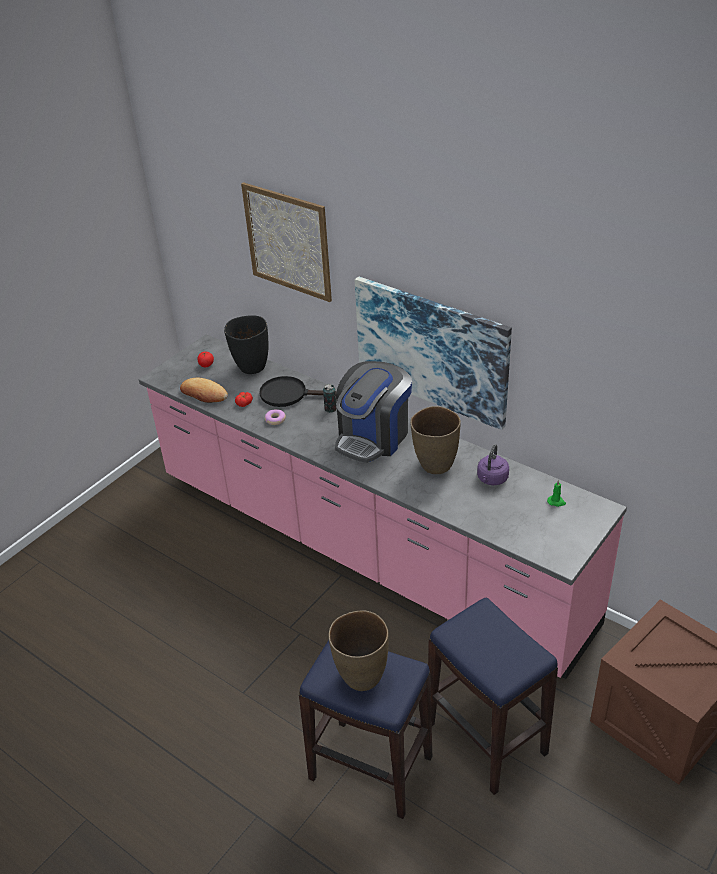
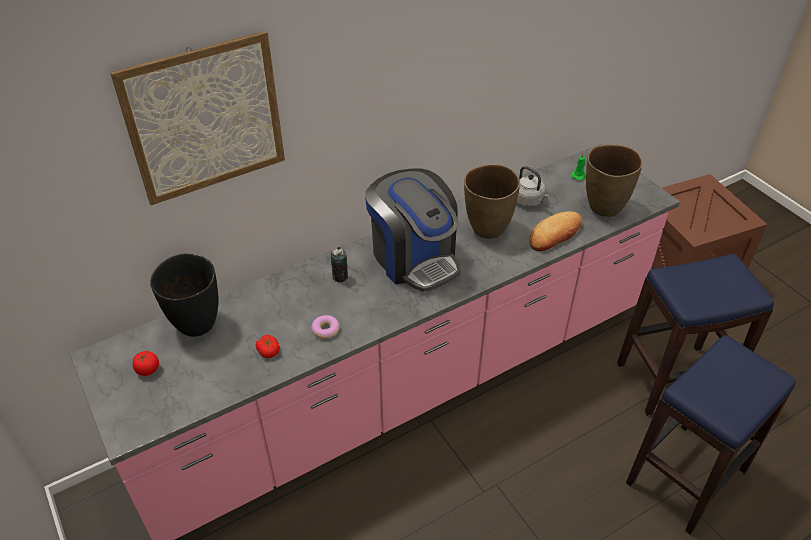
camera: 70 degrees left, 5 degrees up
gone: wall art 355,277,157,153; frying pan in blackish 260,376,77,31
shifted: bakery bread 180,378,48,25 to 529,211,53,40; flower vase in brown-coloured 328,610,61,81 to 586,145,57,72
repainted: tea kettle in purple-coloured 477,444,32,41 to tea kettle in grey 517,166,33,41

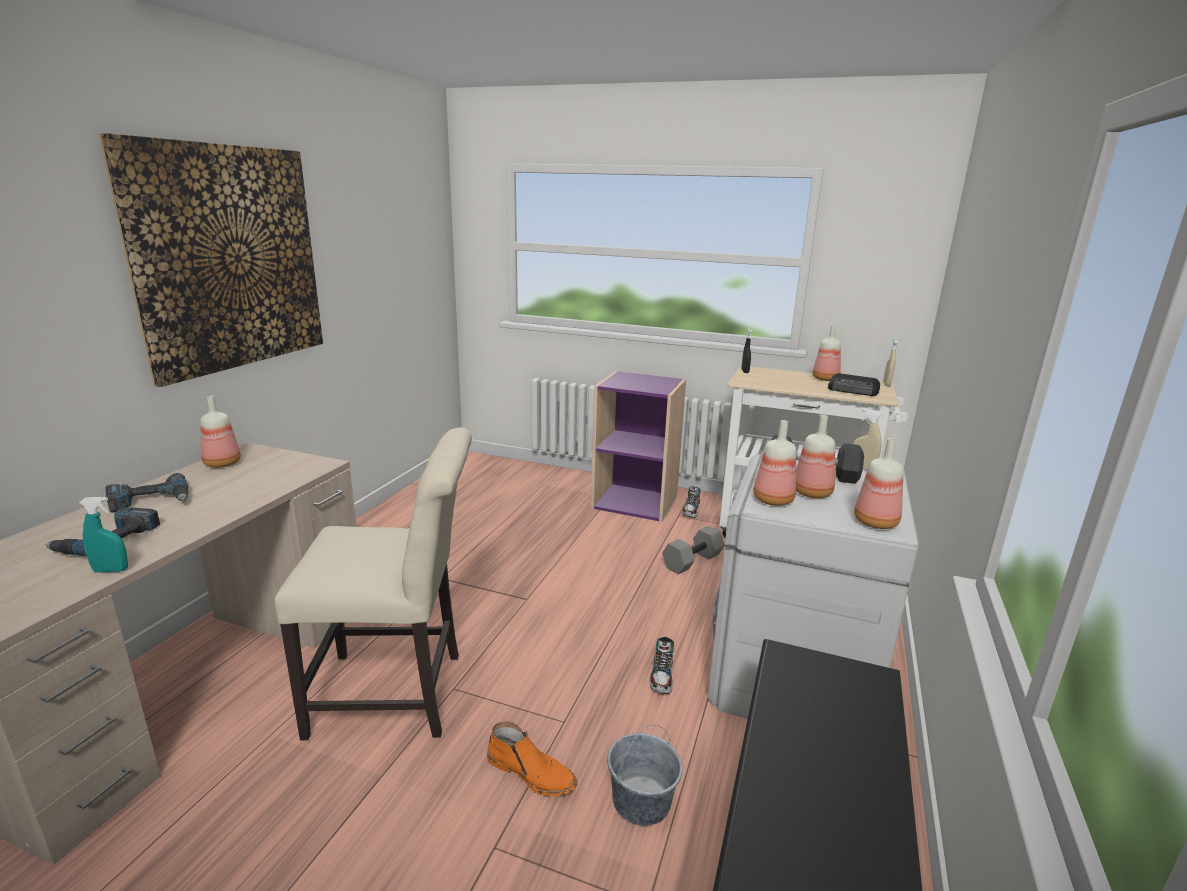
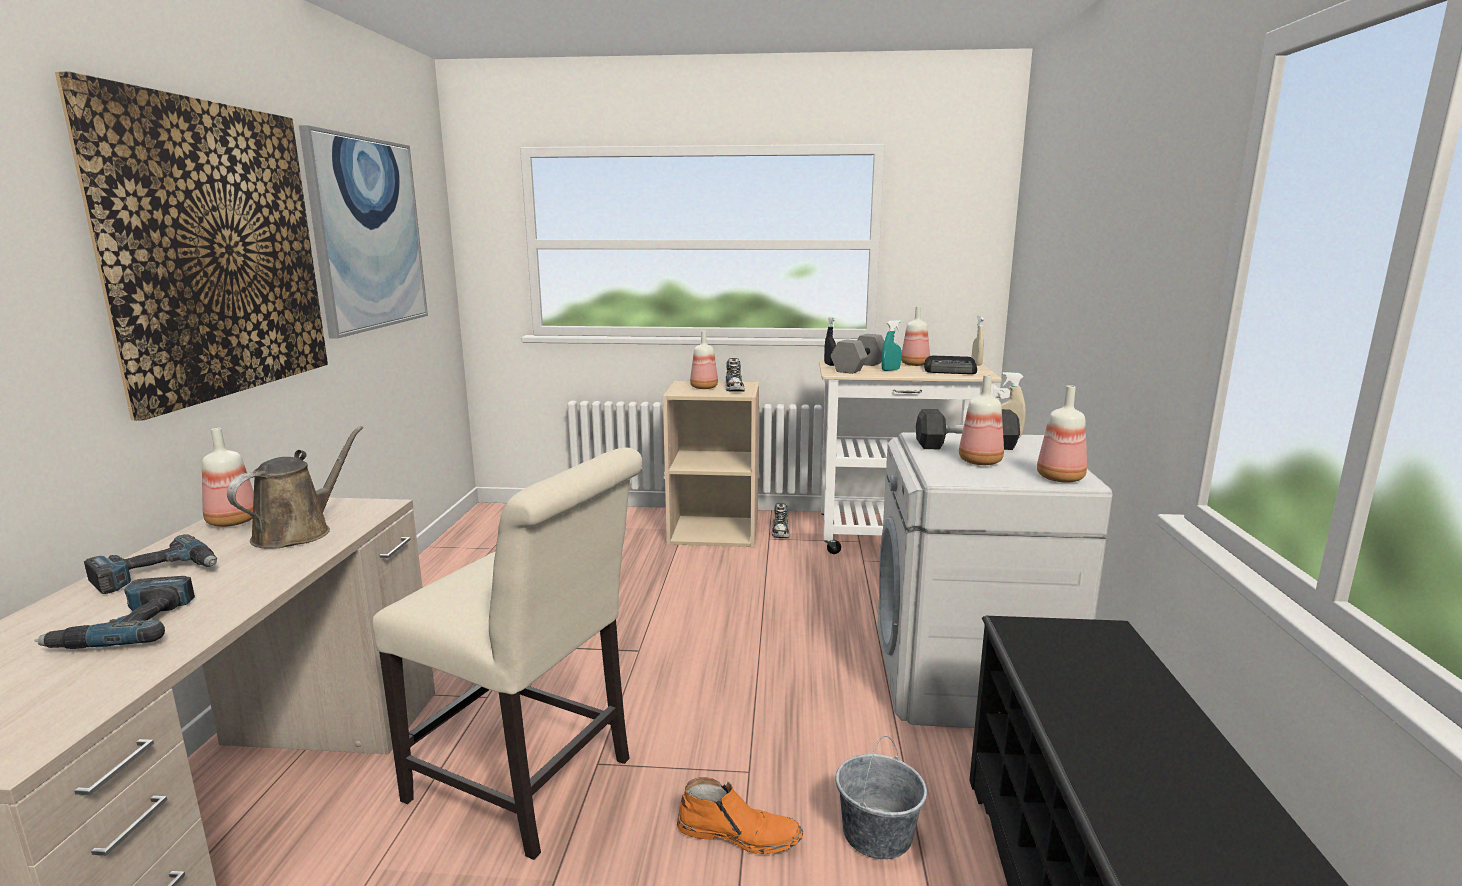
camera: 15 degrees left, 5 degrees down
new: wall art 299,125,129,214; sprinkling can in brown-coloured 227,426,136,123
shifted: beverage bottle 753,420,43,86 to 690,331,28,58; sprayer in blue-green 79,497,49,76 to 881,320,21,51; free weight in grey 662,526,63,48 to 831,334,53,40; shoe 649,637,25,57 to 726,358,19,33
repainted: bookcase in purple-coloured 591,371,95,151 to bookcase in beige-coloured 663,381,96,166
rotated: upright chair in beige-coloured 275,427,197,314 = 372,448,270,412 45 degrees clockwise

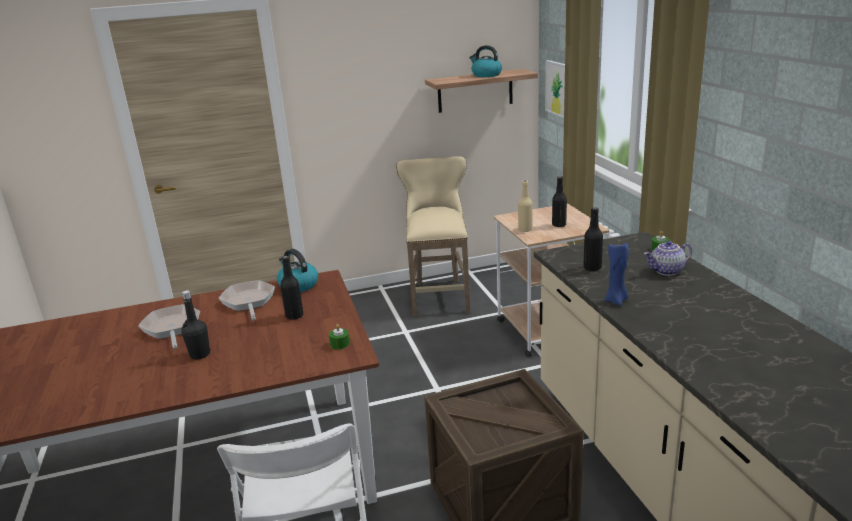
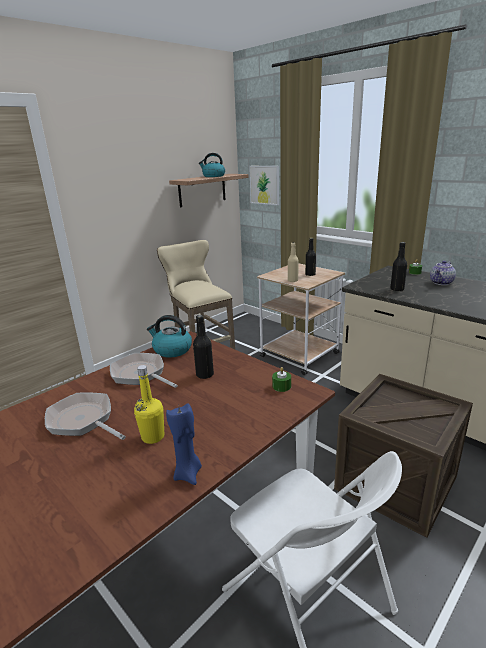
camera: 30 degrees left, 0 degrees up
shifted: candle in bluish 604,243,25,63 to 166,403,36,82
repainted: beverage bottle in blackish 182,290,28,69 to beverage bottle in yellow-coloured 134,365,30,79

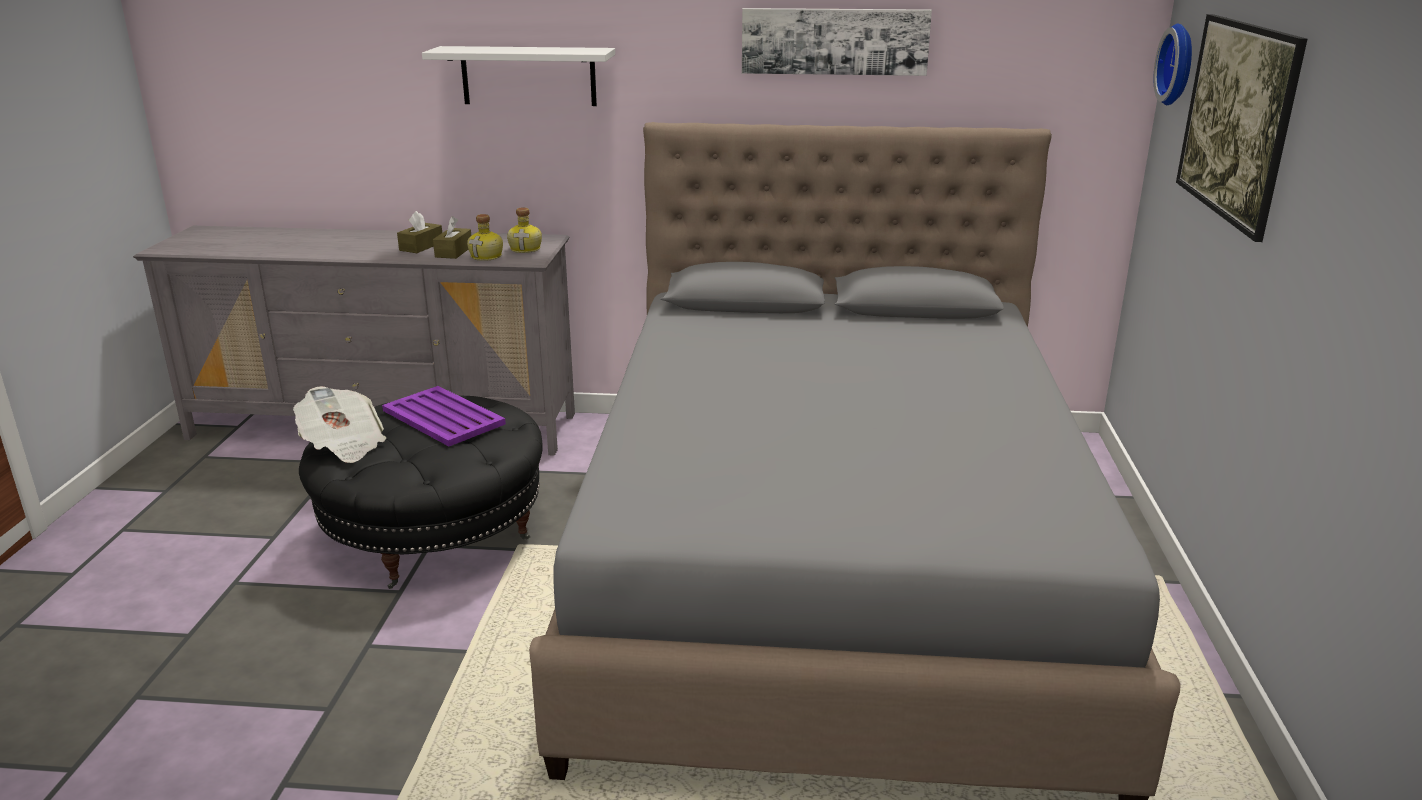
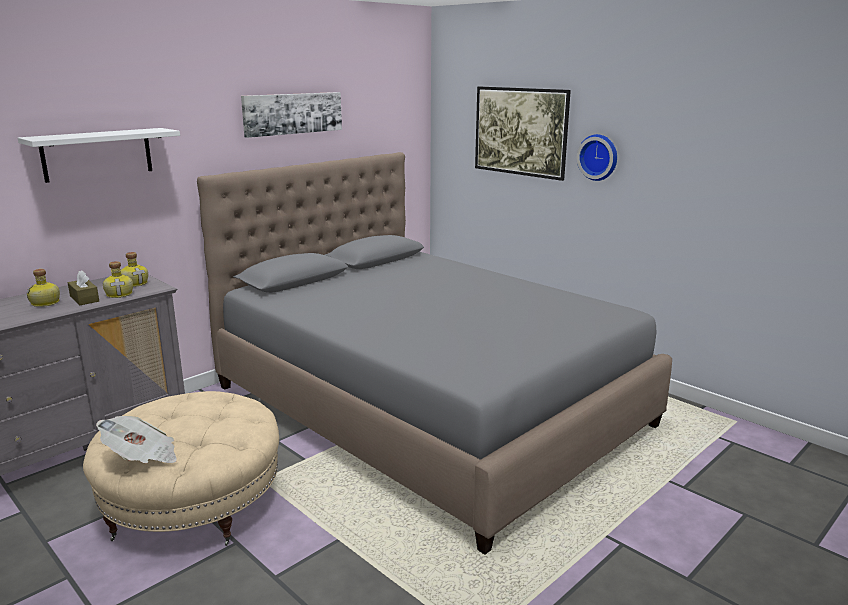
camera: 50 degrees left, 5 degrees down
gone: tray in purple-coloured 382,386,124,60
shifted: hanging clock 1154,24,38,81 to 577,134,40,47
swapped: box of tissues in brown-coloured 397,211,45,42 to beverage bottle 27,269,33,38
repainted: pouffe in blackish 299,395,244,194 to pouffe in beige-coloured 83,391,196,155

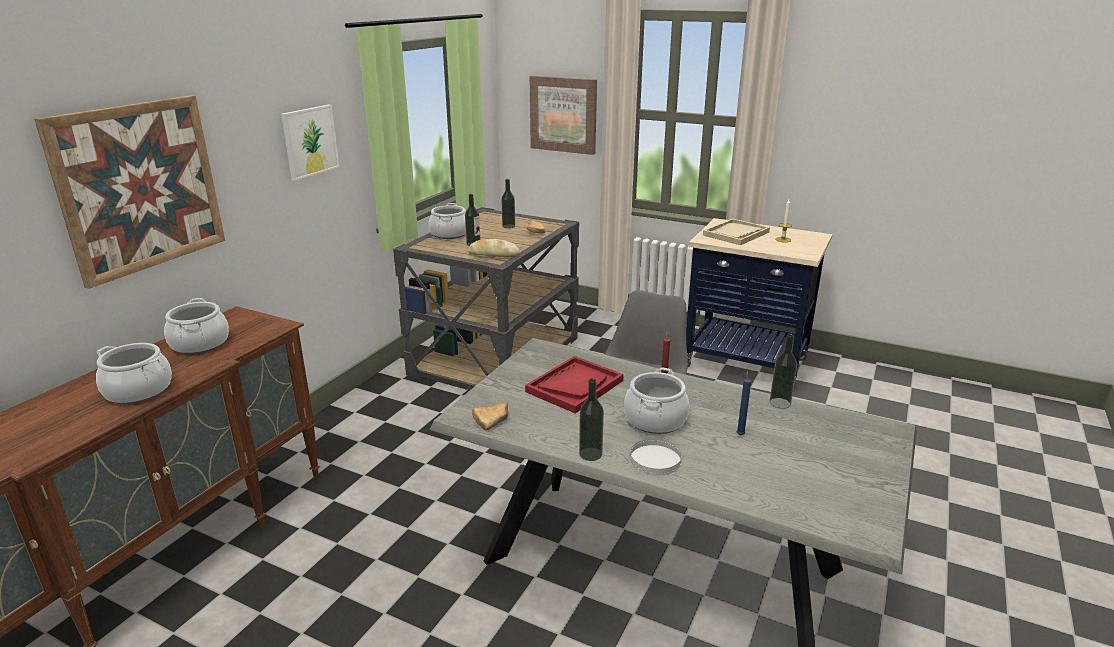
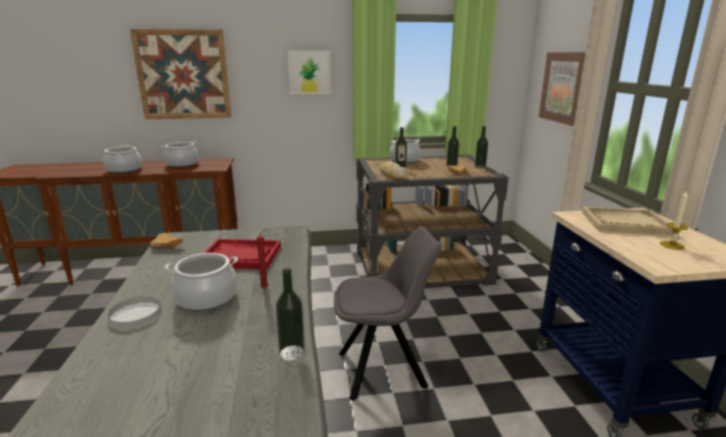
camera: 55 degrees right, 5 degrees down
gone: candle in bluish 736,370,15,66
shifted: beverage bottle 579,378,25,83 to 475,126,13,42

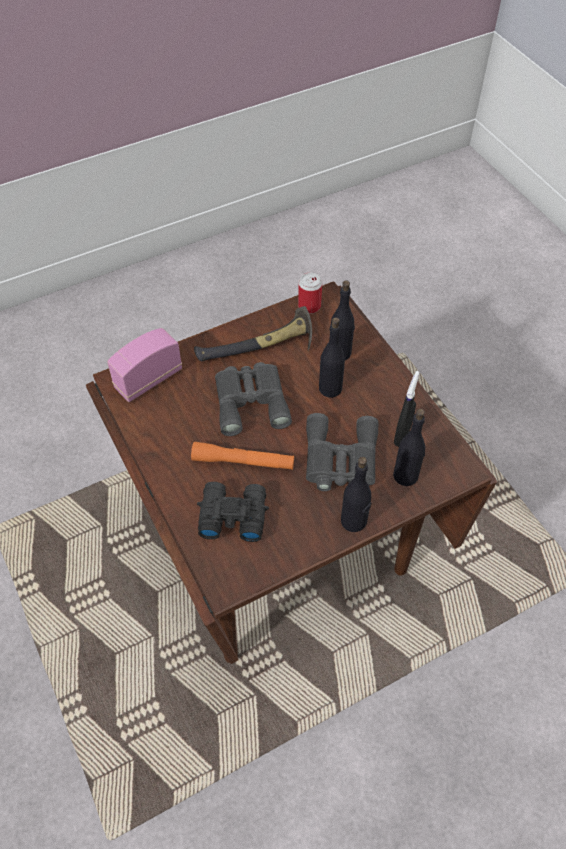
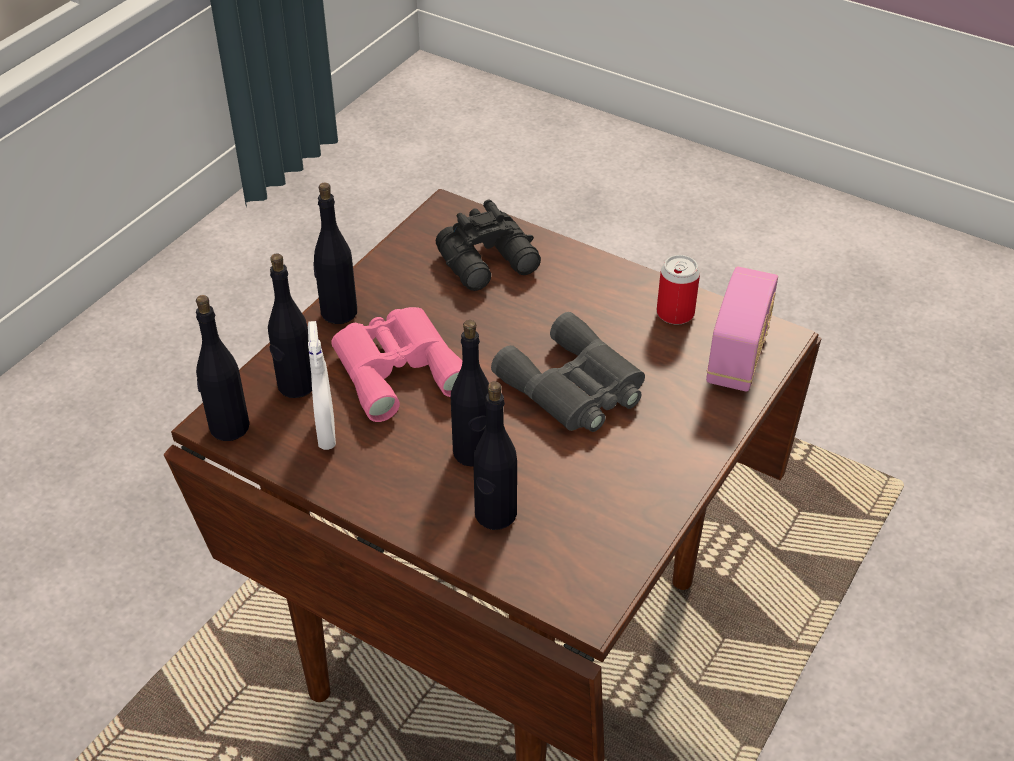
camera: 150 degrees right, 10 degrees down
gone: hand hammer 194,306,118,55; torch in orange-coloured 191,442,103,28
new: beverage bottle in blackish 196,295,54,146
shifted: metal can 298,272,24,42 to 657,255,43,69
repainted: sprayer in blackish 394,371,25,76 to sprayer in white 308,321,28,129; pair of binoculars in grey 306,413,72,78 to pair of binoculars in pink-coloured 331,307,131,115

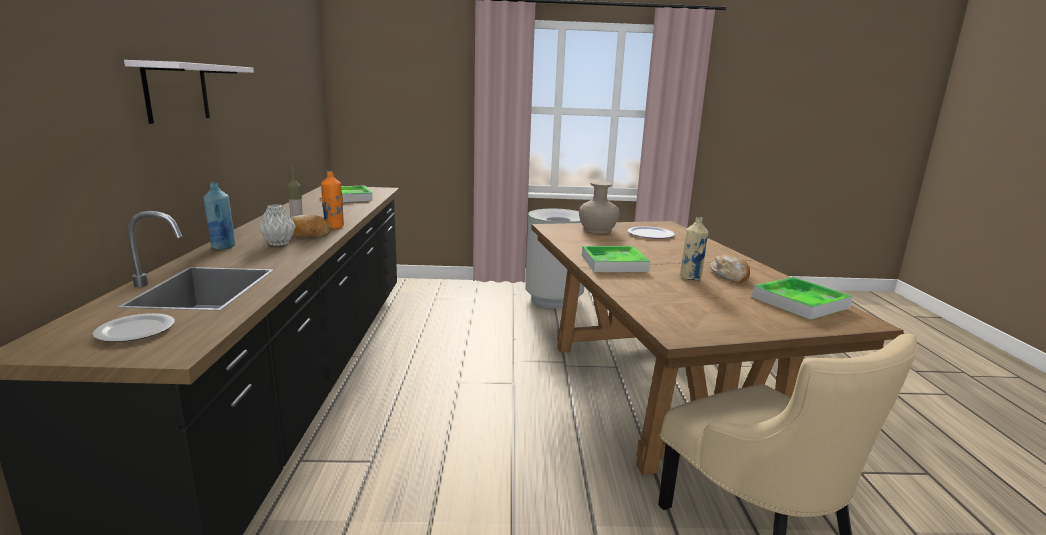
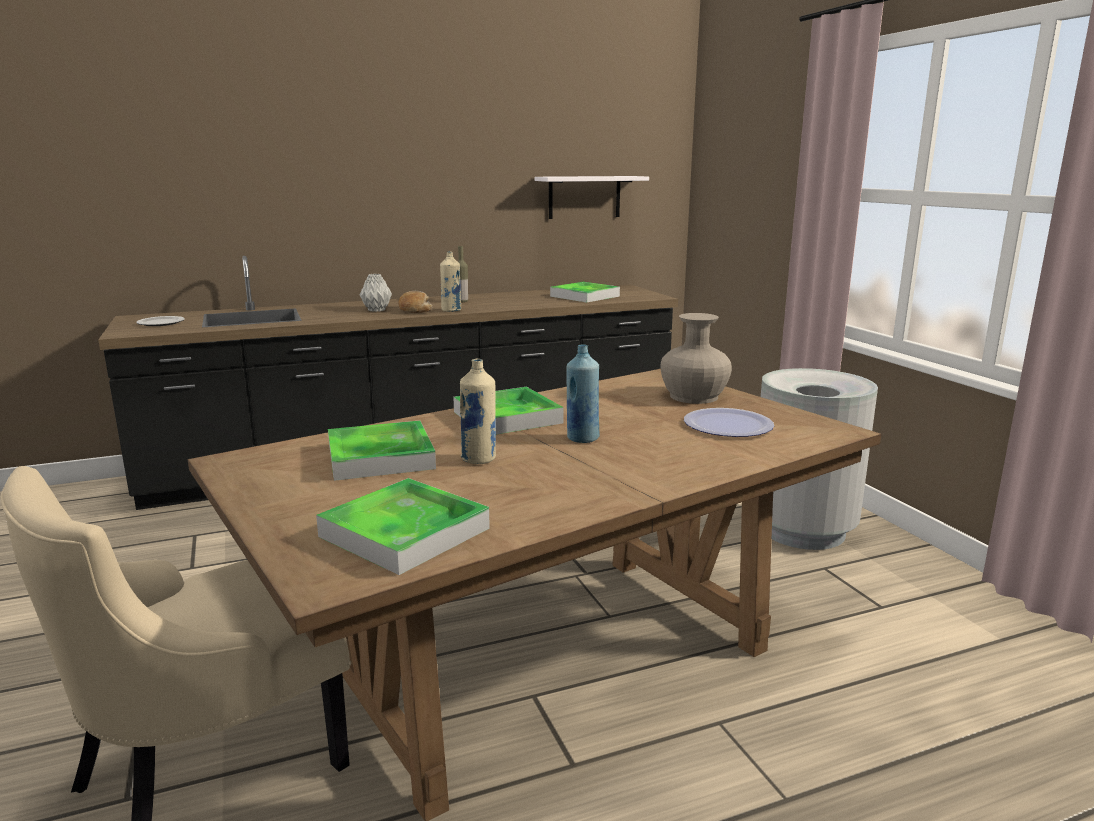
camera: 70 degrees right, 0 degrees up
gone: bakery bread 710,254,40,29
new: tray 328,420,108,61
shifted: wall shelf in white 124,60,130,64 to 535,176,114,43; beverage bottle in bluish 203,182,32,67 to 566,344,34,99
repainted: beverage bottle in orange-coloured 321,171,23,58 to beverage bottle in beige-coloured 440,252,21,60

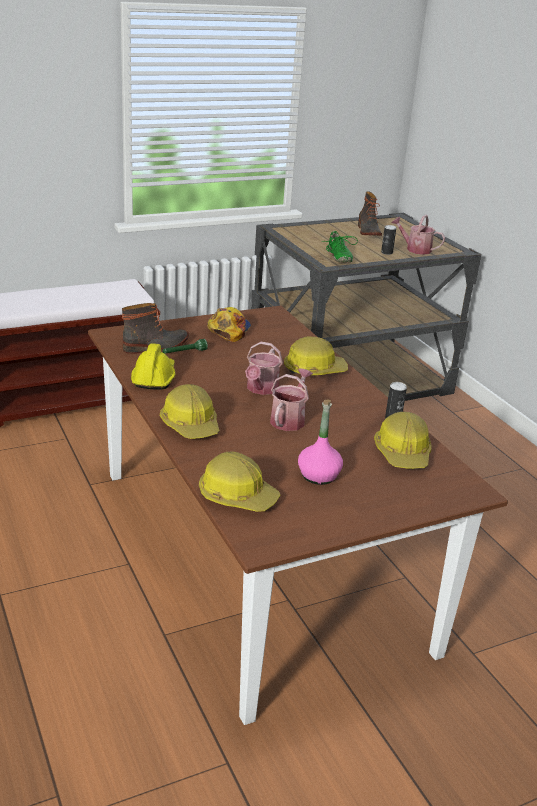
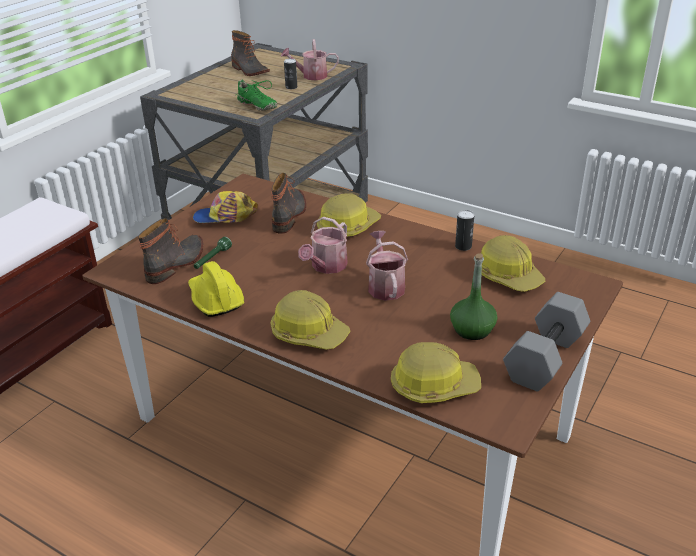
camera: 30 degrees left, 5 degrees up
new: tall boot 271,173,35,61; free weight in grey 503,292,87,99
repainted: beverage bottle in pink-coloured 298,399,45,86 to beverage bottle in green 450,253,47,87
rotated: baseball cap 207,307,44,35 = 193,191,65,32 75 degrees counterclockwise; sprinkling can 245,342,38,53 = 298,217,50,57 45 degrees clockwise

